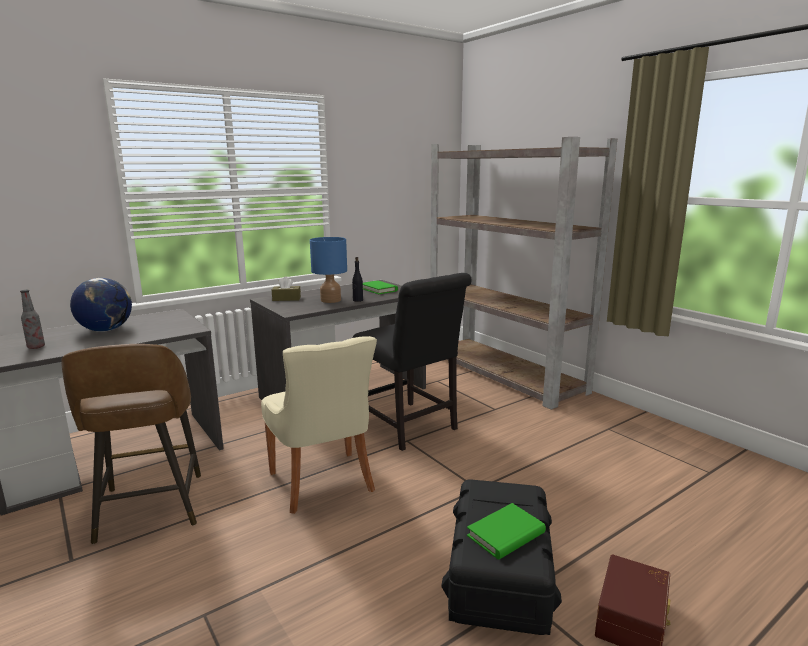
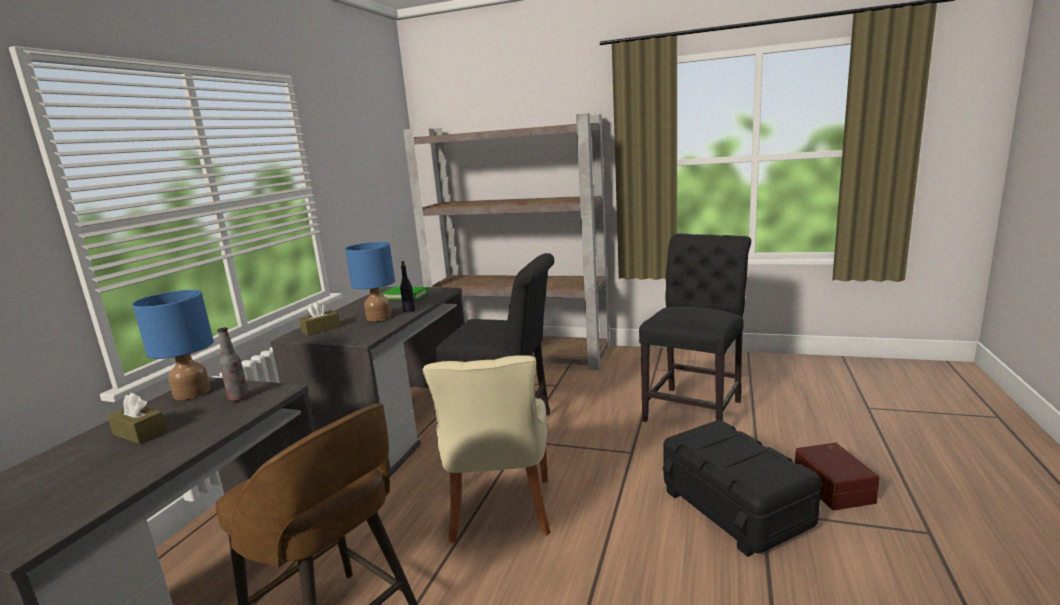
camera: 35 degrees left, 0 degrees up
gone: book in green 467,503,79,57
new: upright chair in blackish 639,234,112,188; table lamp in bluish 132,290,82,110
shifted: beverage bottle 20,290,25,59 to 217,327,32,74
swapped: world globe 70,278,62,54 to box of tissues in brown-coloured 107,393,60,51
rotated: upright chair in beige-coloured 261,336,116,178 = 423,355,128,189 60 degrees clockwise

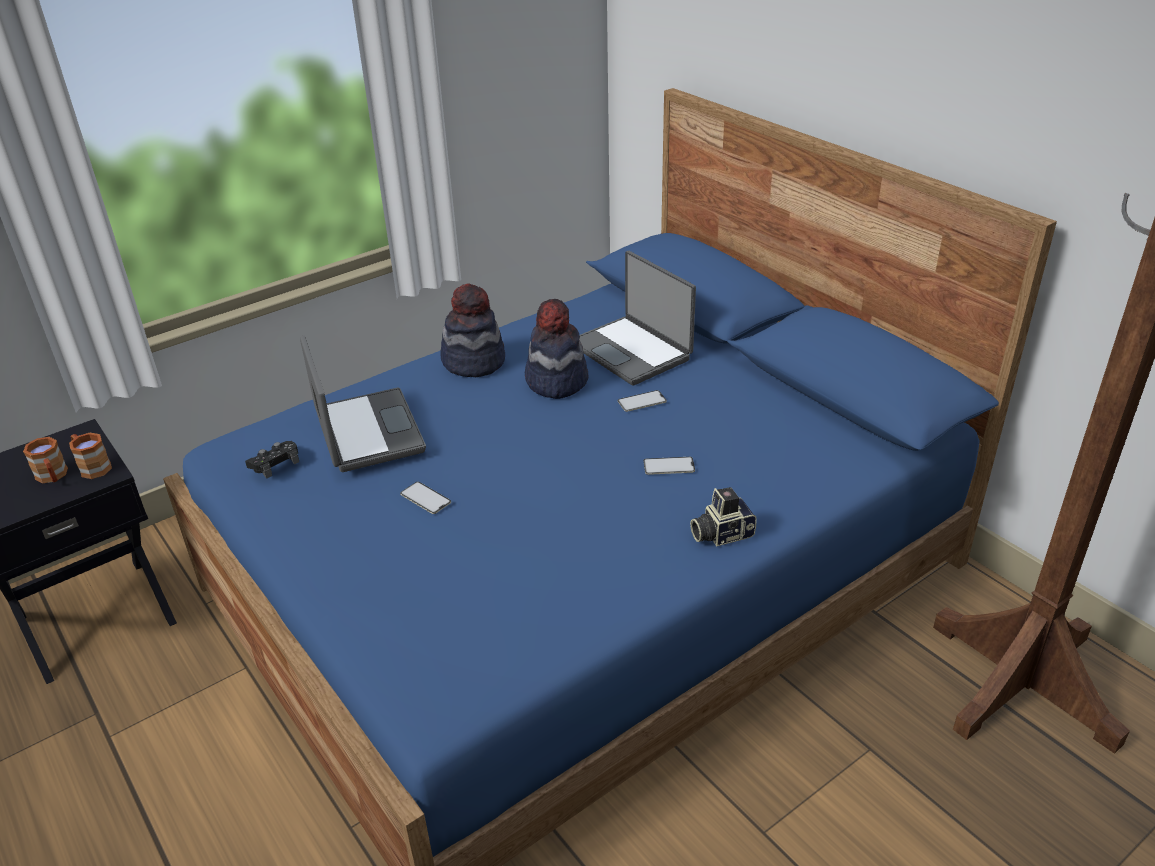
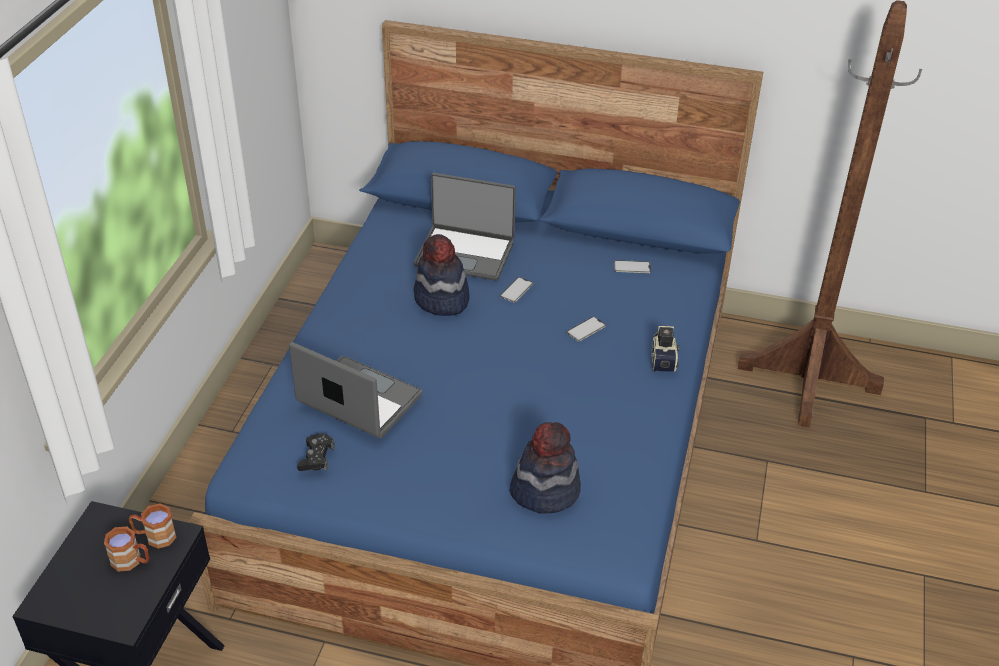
camera: 40 degrees left, 5 degrees up
shifted: wearable hat 440,284,65,93 to 510,422,71,92; handset 400,482,51,32 to 614,260,37,13
rotated: photo camera 690,487,67,59 = 651,325,28,47 150 degrees clockwise

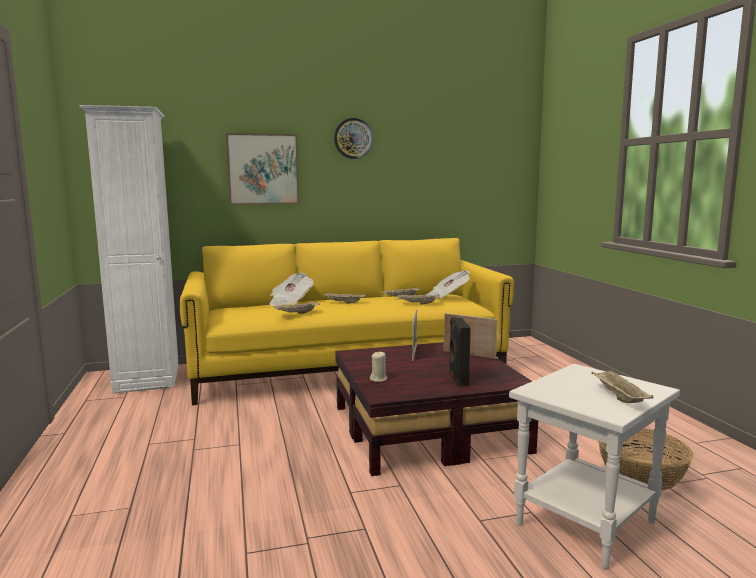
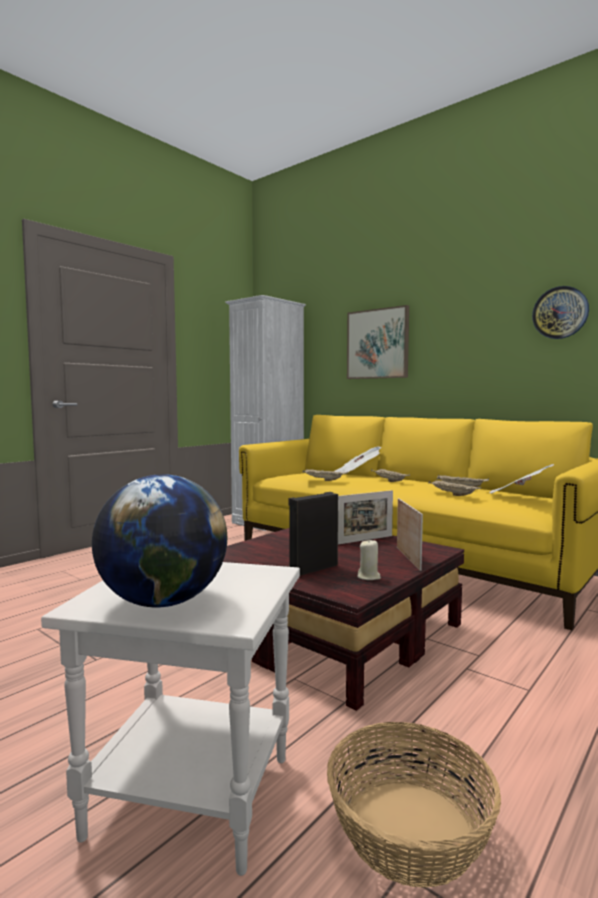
camera: 55 degrees right, 5 degrees down
shifted: hanging clock 334,118,39,41 to 532,286,57,53; candle in beige-coloured 370,351,17,31 to 357,539,24,41
swapped: tray in beige-coloured 591,370,63,33 to world globe 92,474,135,134

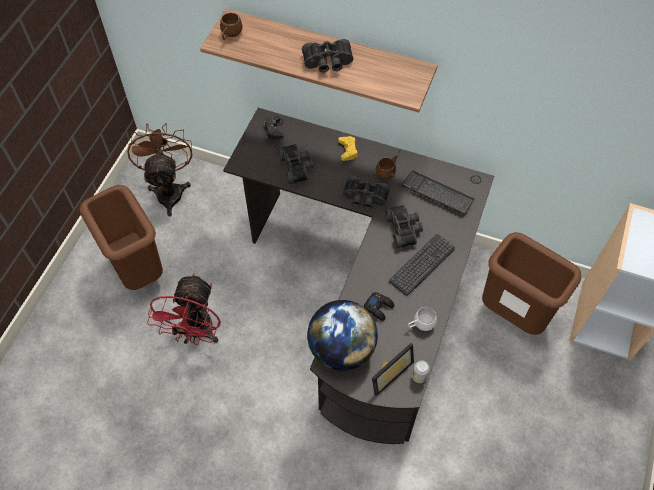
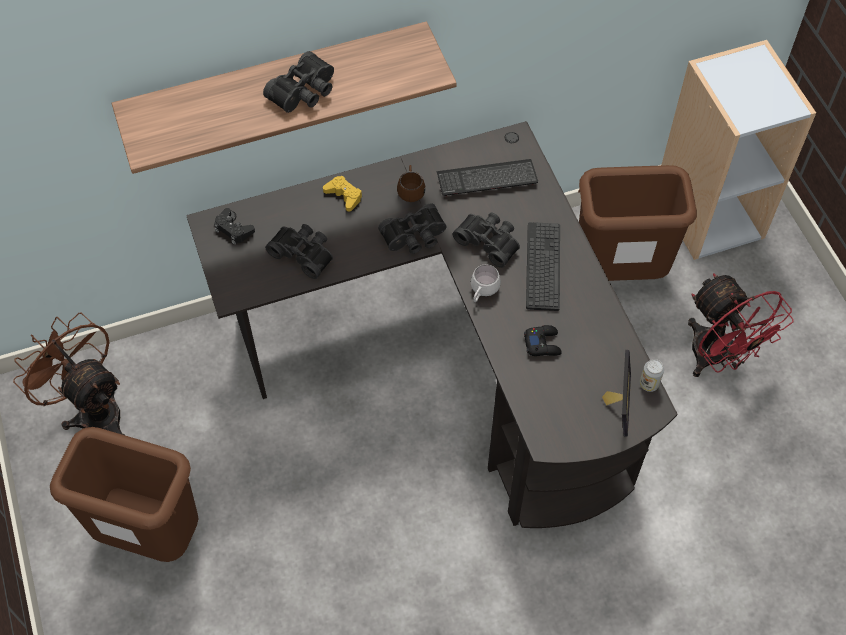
camera: 40 degrees left, 0 degrees up
gone: coffee mug in brown-coloured 220,13,23,27; world globe 307,300,71,71
shifted: electric fan in red-coloured 147,273,74,72 to 688,273,106,104; coffee mug in white 408,307,29,24 to 471,264,30,38

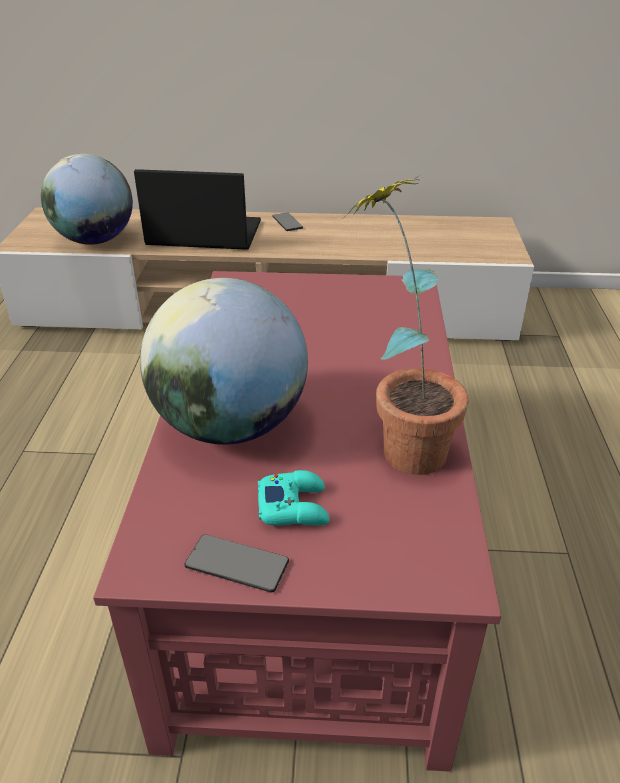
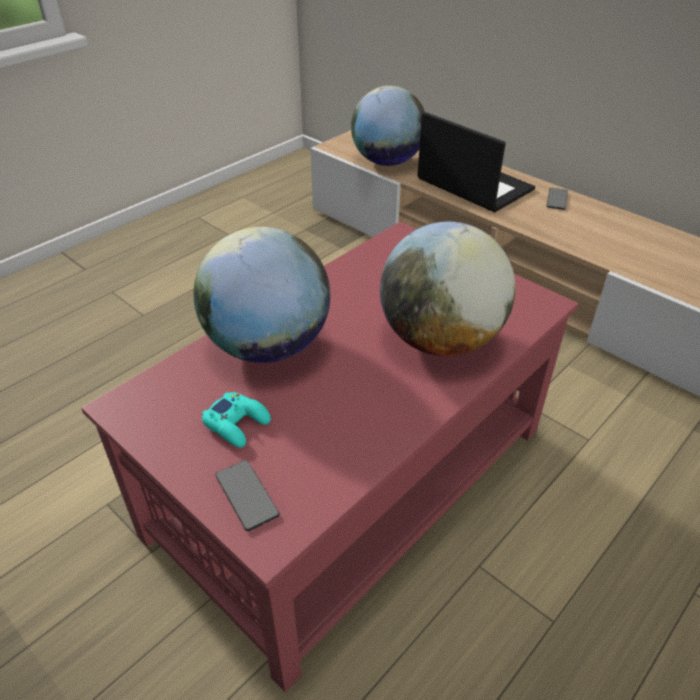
camera: 40 degrees right, 5 degrees up
gone: potted plant 345,176,124,299
new: world globe 380,222,135,134
shifted: handset 184,534,105,59 to 215,460,65,71

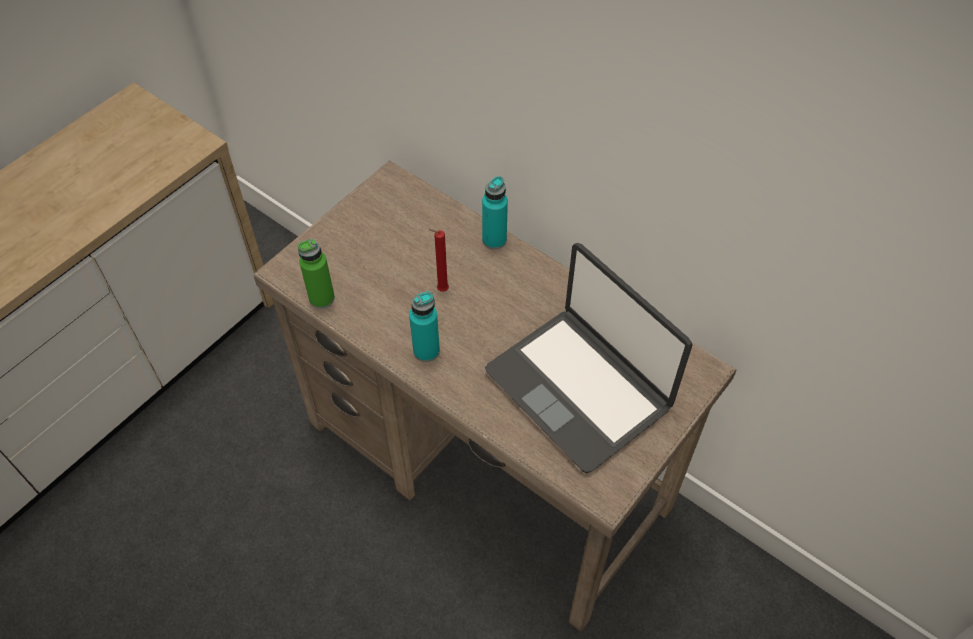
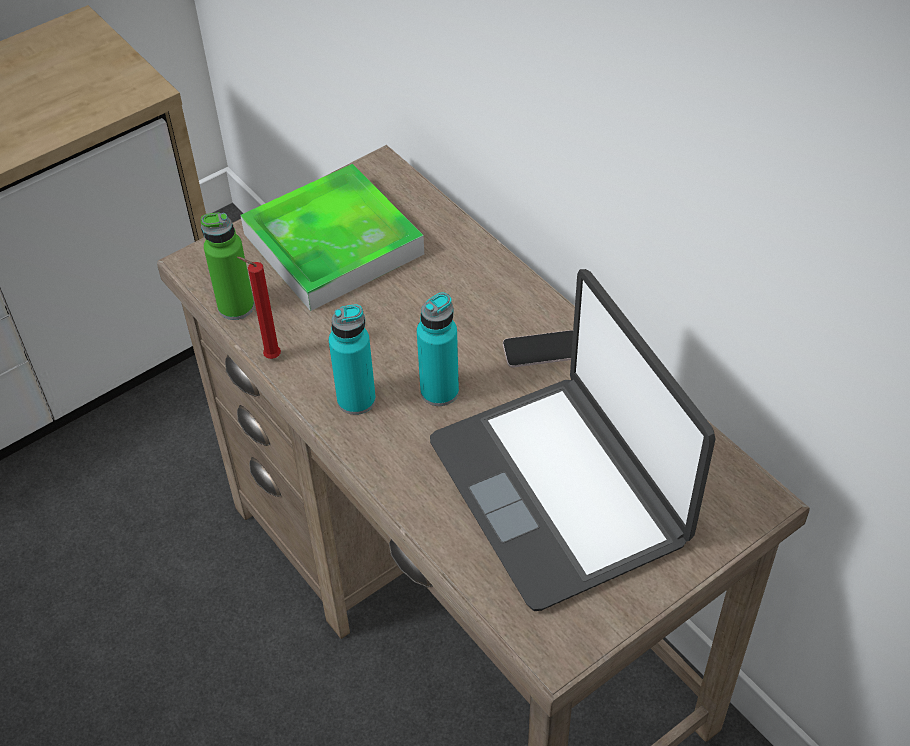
camera: 15 degrees right, 5 degrees down
new: tray 240,164,184,147; handset 503,330,70,38
shifted: beverage bottle in blue-green 482,176,26,73 to 417,292,42,114; candle in red-coloured 429,229,20,63 to 237,257,44,102

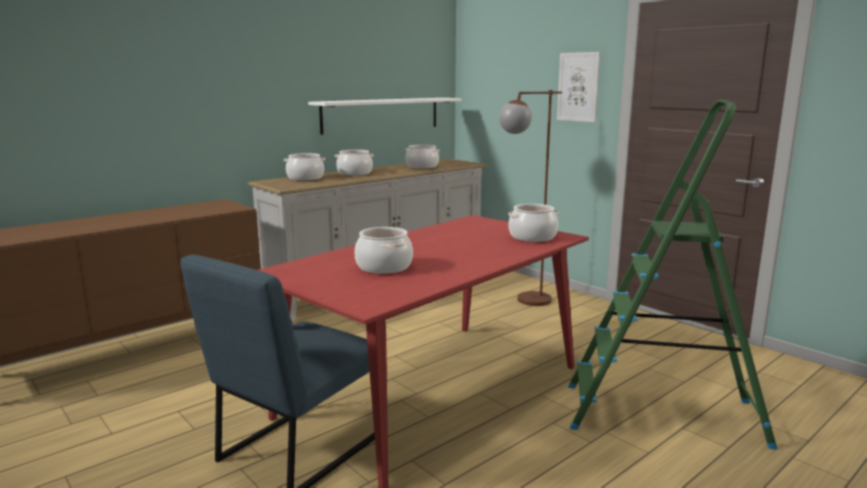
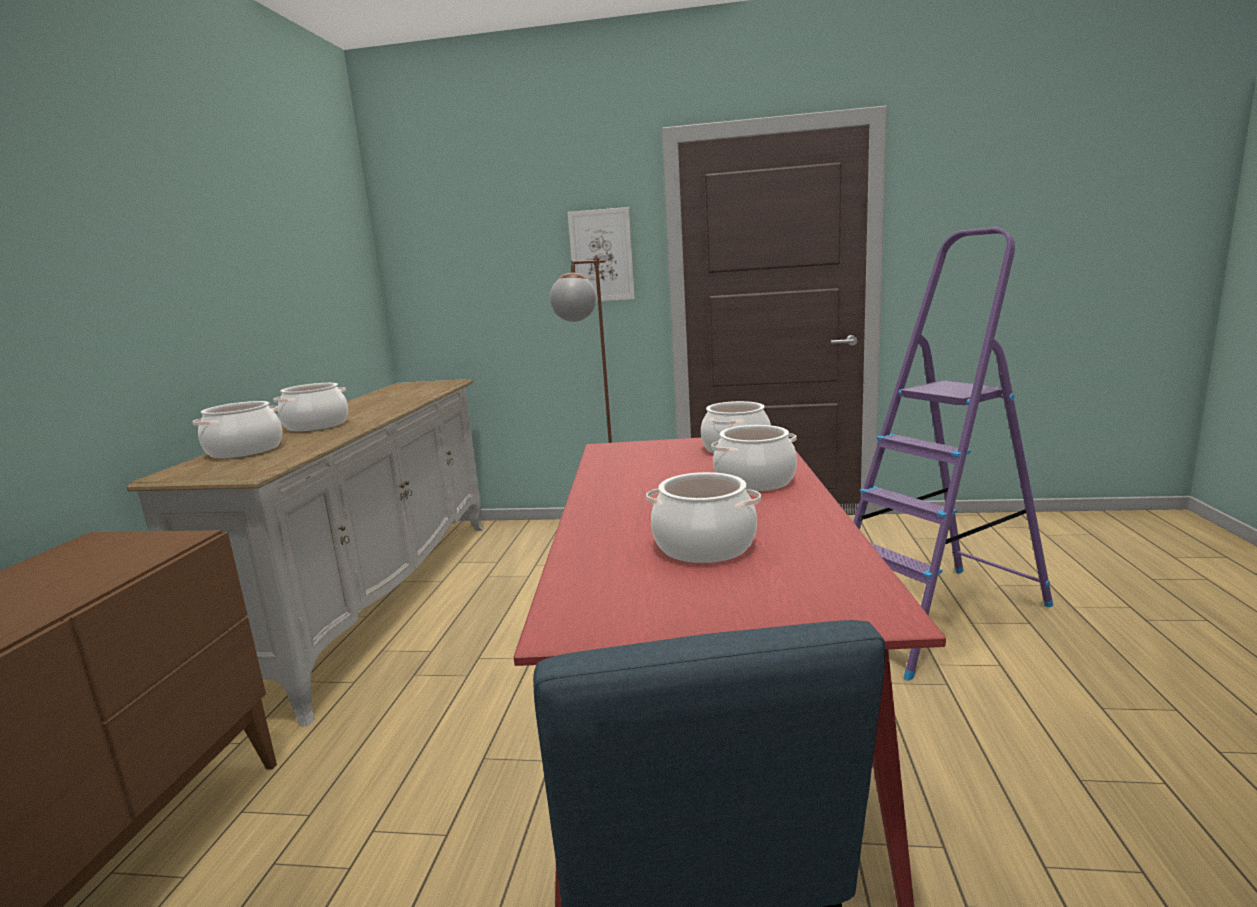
camera: 40 degrees left, 0 degrees up
gone: wall shelf in white 308,98,153,37
shifted: stockpot 405,145,34,24 to 711,425,86,66
repainted: stepladder in green 568,100,210,350 to stepladder in purple-coloured 853,228,200,453

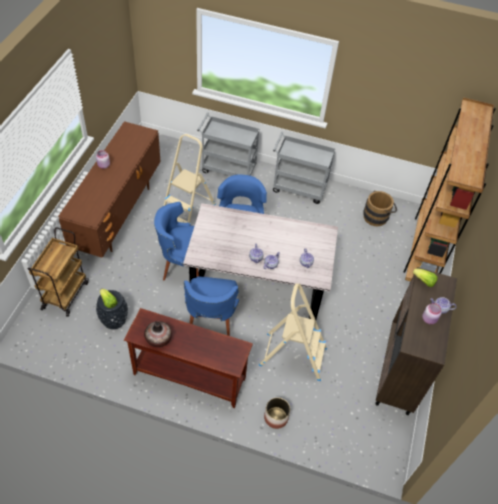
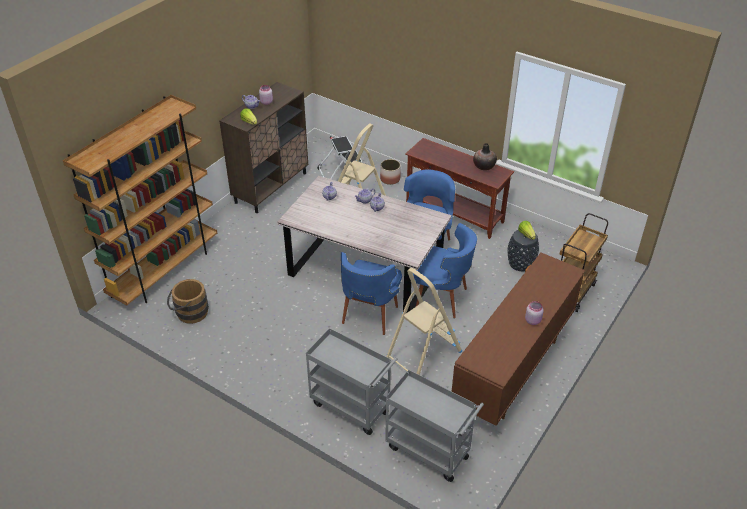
camera: 160 degrees left, 10 degrees down
new: stepladder 317,136,45,44
shifted: trolley in grey 273,131,62,73 to 385,370,99,112

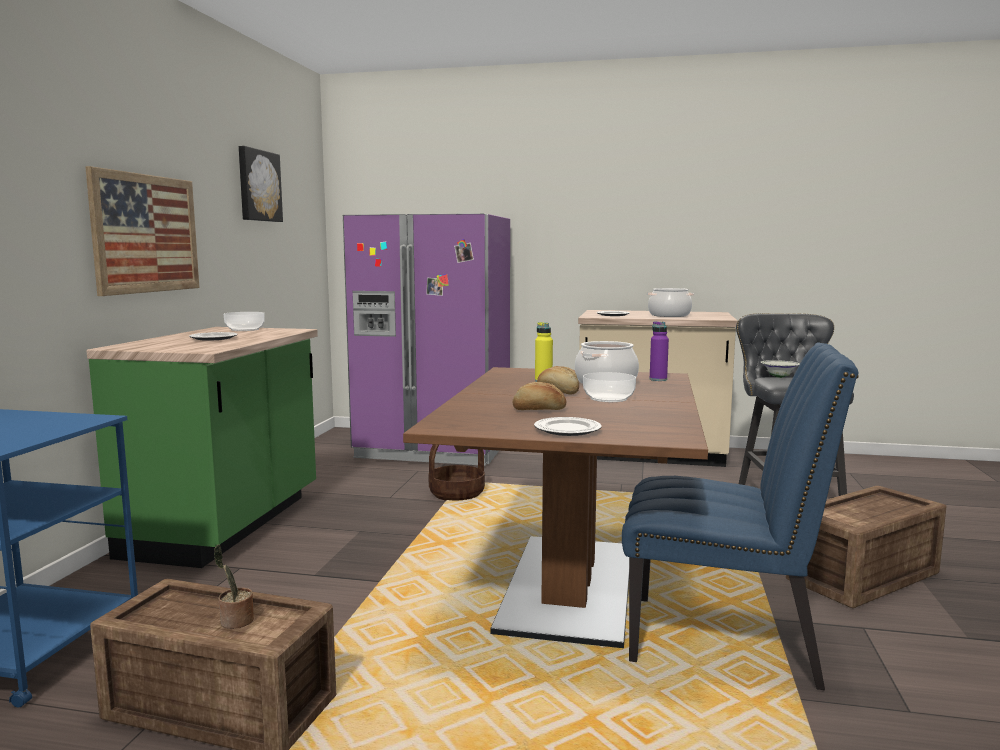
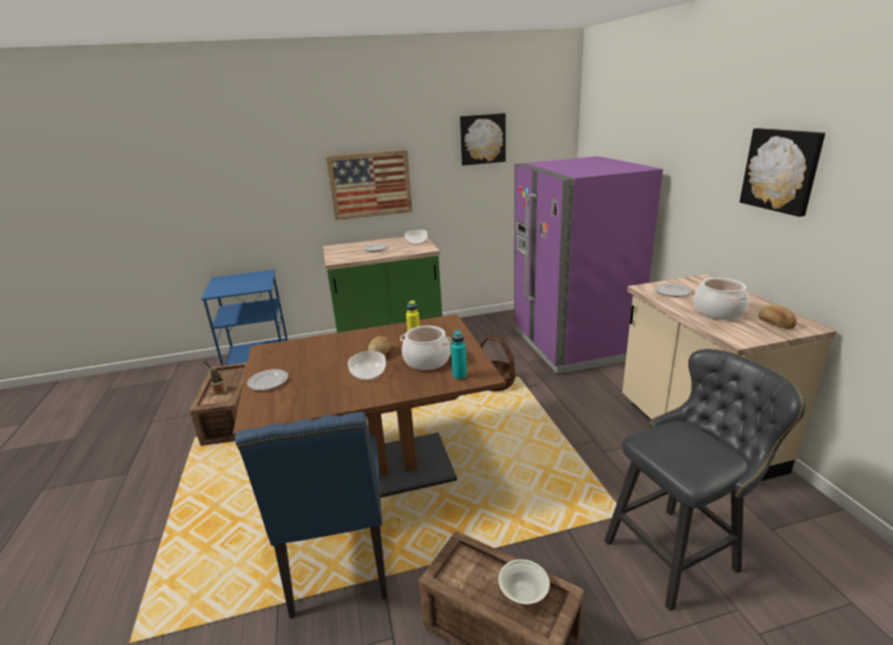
camera: 65 degrees right, 15 degrees up
new: wall art 740,128,85,89
shifted: serving bowl in white 761,360,39,18 to 498,559,52,45; bakery bread 512,382,54,28 to 759,305,37,24
repainted: beverage bottle in purple-coloured 650,321,19,60 to beverage bottle in blue-green 451,330,16,50

